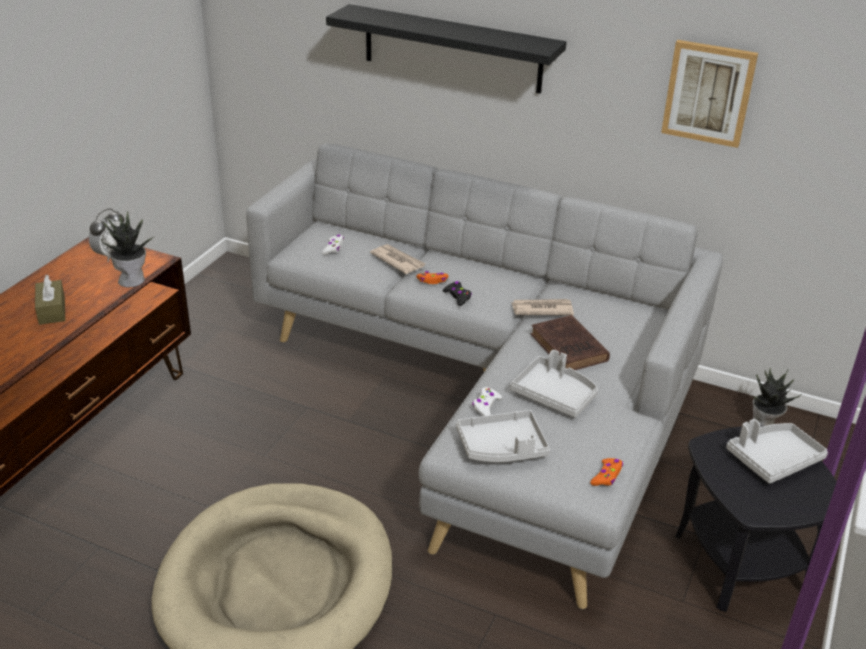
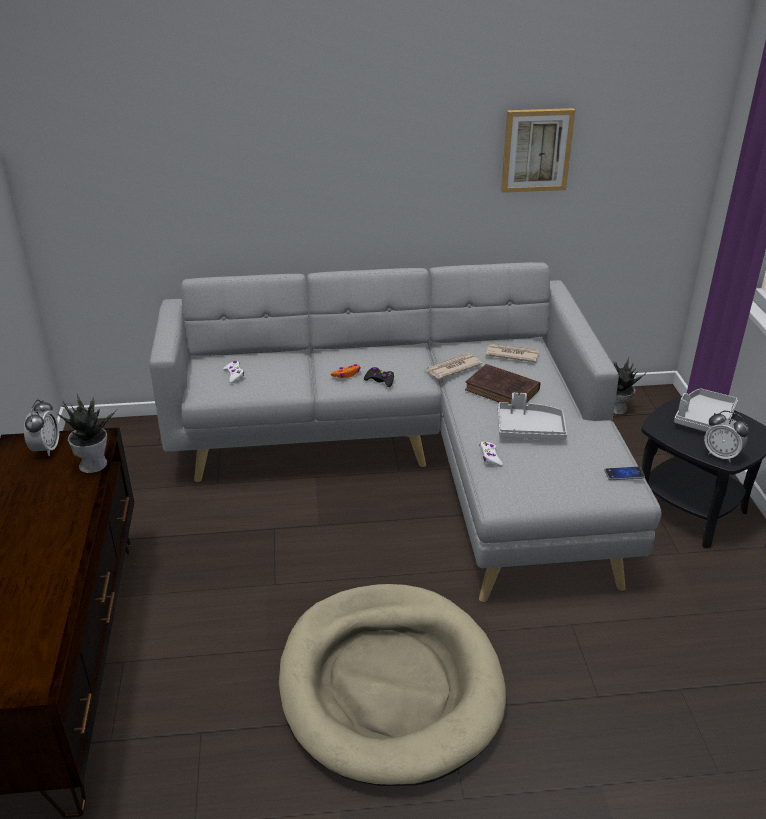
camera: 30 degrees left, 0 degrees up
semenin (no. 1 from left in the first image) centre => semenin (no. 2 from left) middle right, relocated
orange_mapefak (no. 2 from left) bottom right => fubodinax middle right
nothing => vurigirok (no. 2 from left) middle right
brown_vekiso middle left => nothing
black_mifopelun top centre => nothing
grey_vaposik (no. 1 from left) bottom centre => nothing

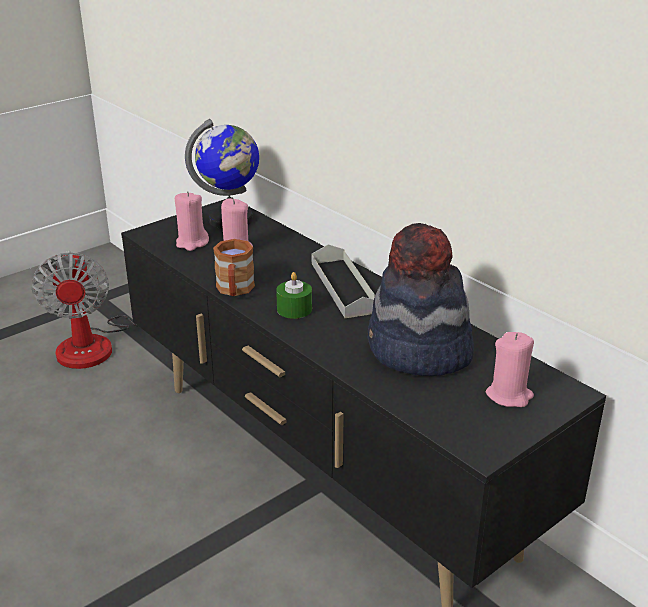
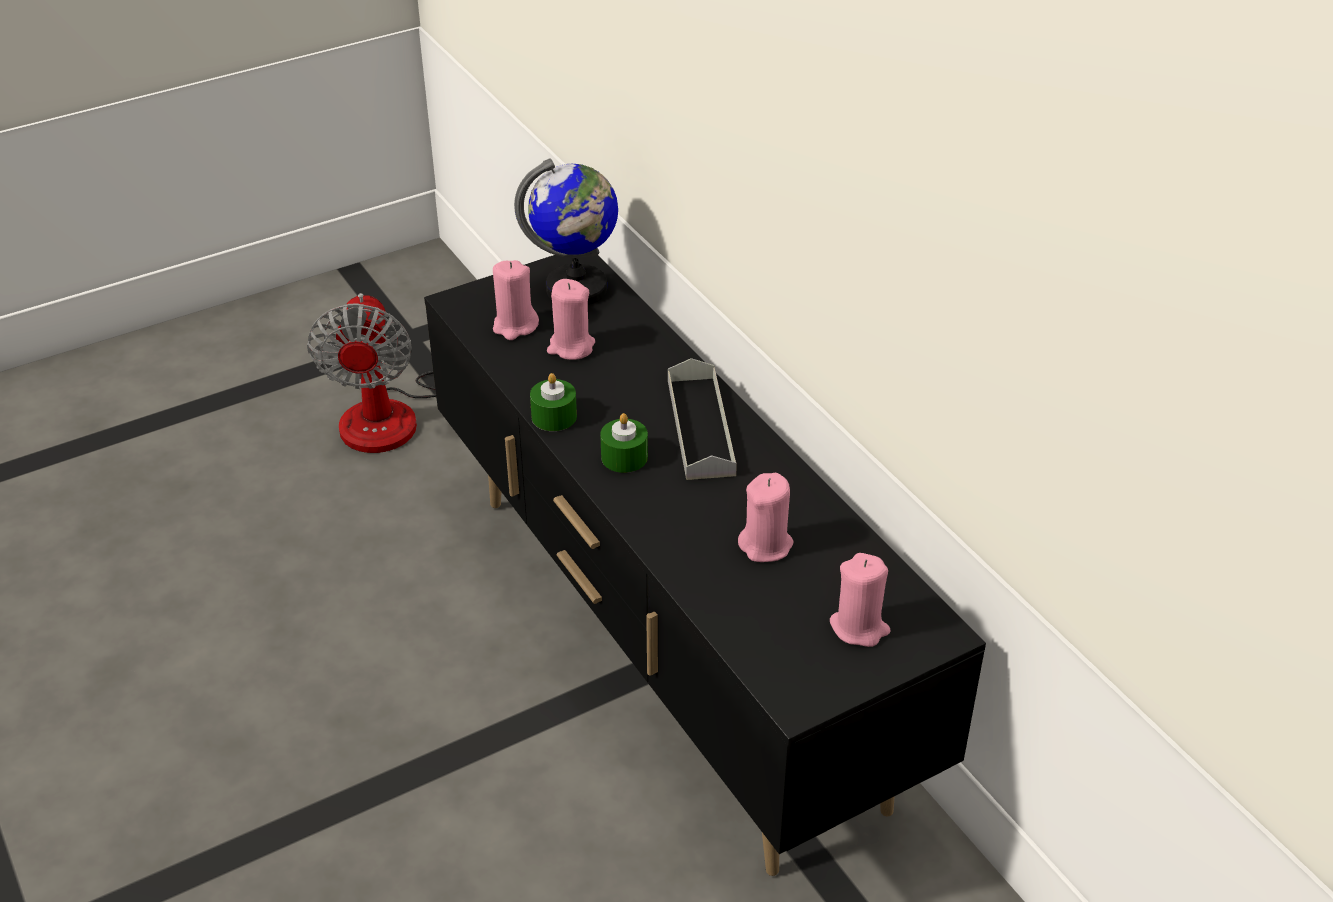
camera: 10 degrees right, 10 degrees up
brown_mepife centre => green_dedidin (no. 1 from left) centre
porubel centre => pink_dedidin (no. 3 from left) centre

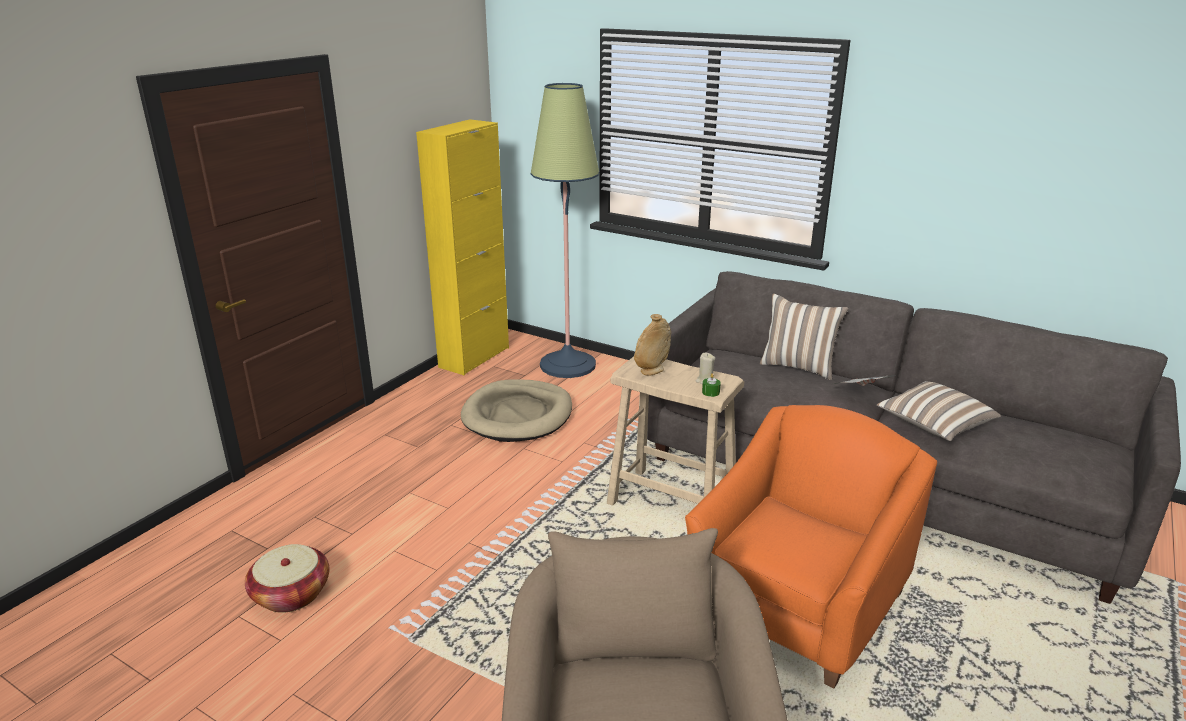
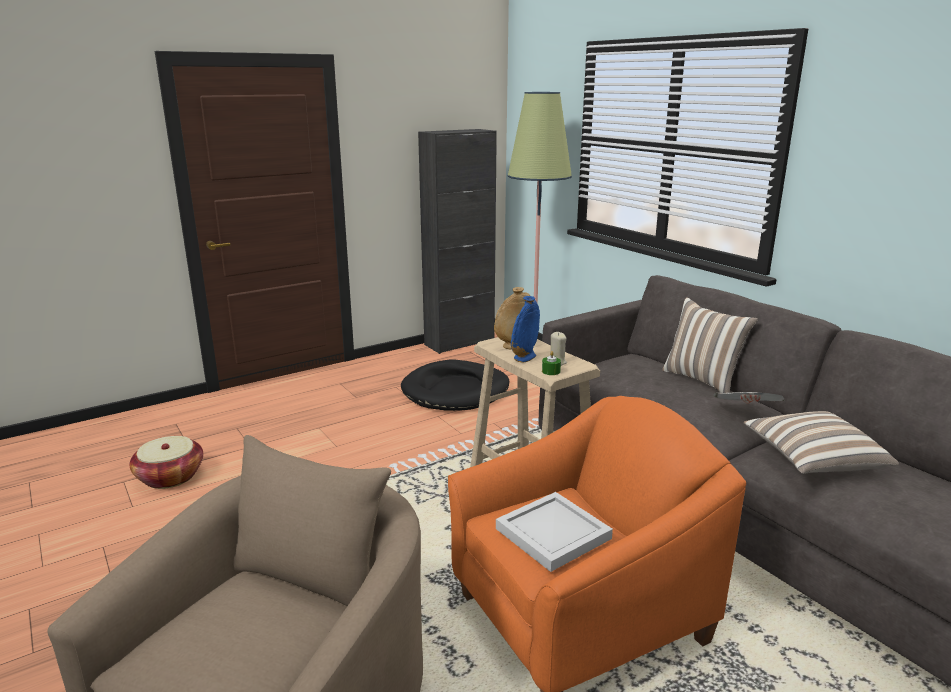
camera: 25 degrees right, 5 degrees down
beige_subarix centre => black_subarix centre
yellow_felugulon centre => black_felugulon centre
nothing => white_vaposik bottom centre
nothing => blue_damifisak centre

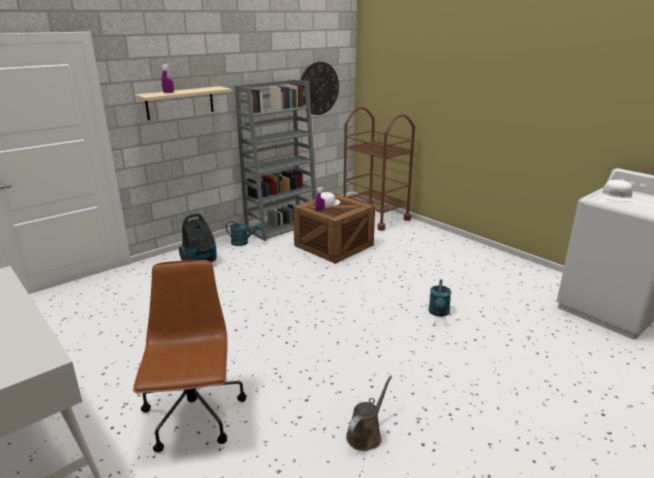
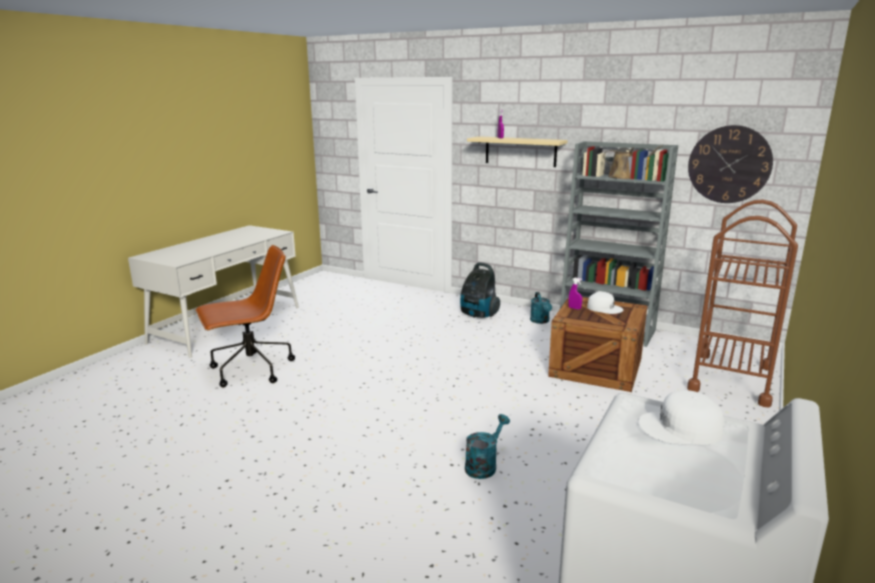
camera: 70 degrees right, 5 degrees down
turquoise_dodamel (no. 2 from left in the first image) middle right => turquoise_dodamel (no. 1 from left) bottom centre, 135 degrees clockwise
brown_dodamel bottom centre => brown_dodamel top right, relocated

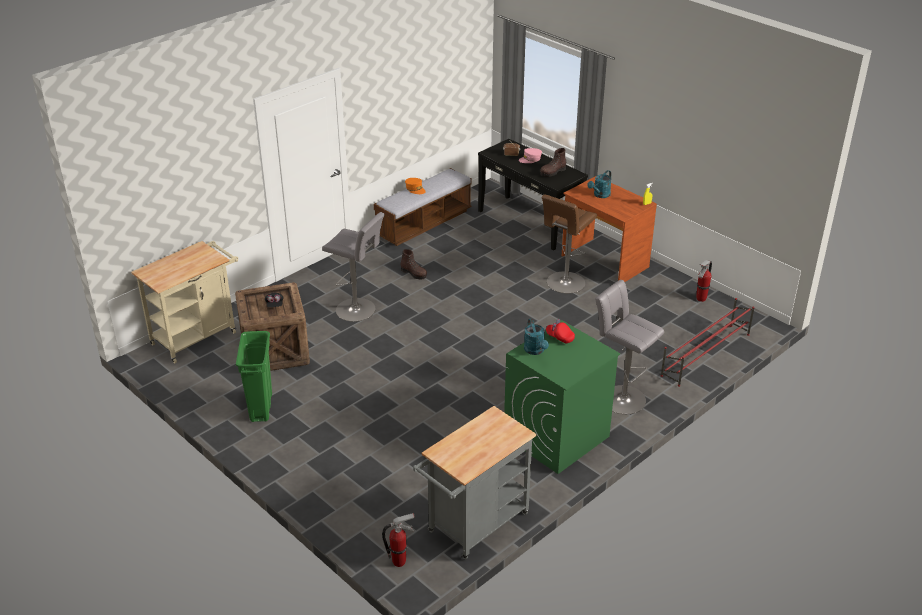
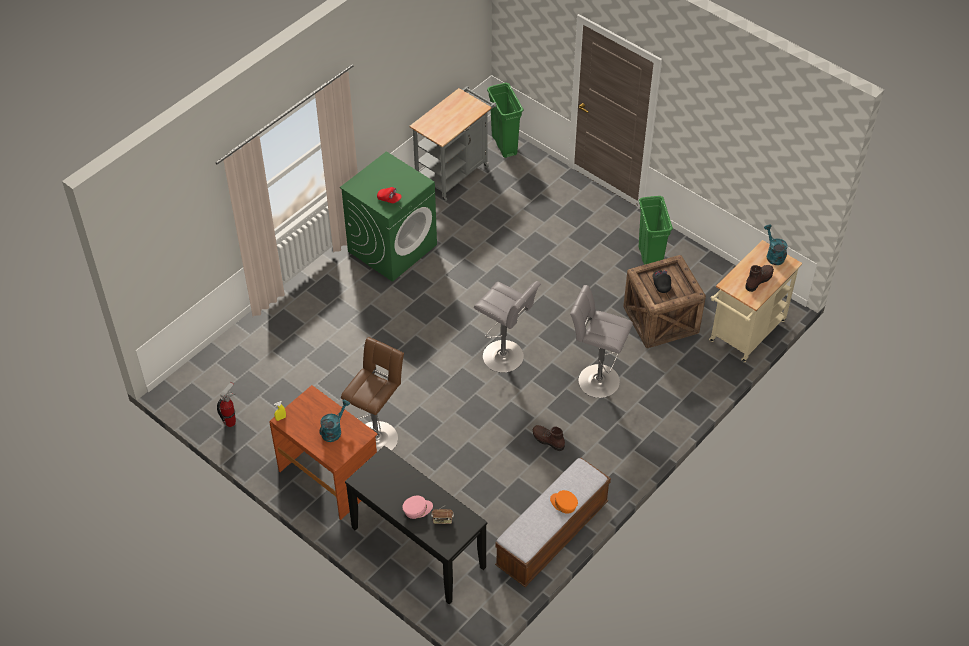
camera: 175 degrees right, 15 degrees up
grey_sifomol (no. 2 from left in the first image) middle right => grey_sifomol (no. 1 from left) centre, relocated
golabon (no. 1 from left) bottom centre => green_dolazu (no. 1 from left) top centre
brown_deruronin (no. 2 from left) top centre => brown_deruronin (no. 2 from left) middle right, relocated
turquoise_dodamel (no. 1 from left in the first image) centre => turquoise_dodamel (no. 2 from left) middle right, relocated
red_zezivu middle right => nothing

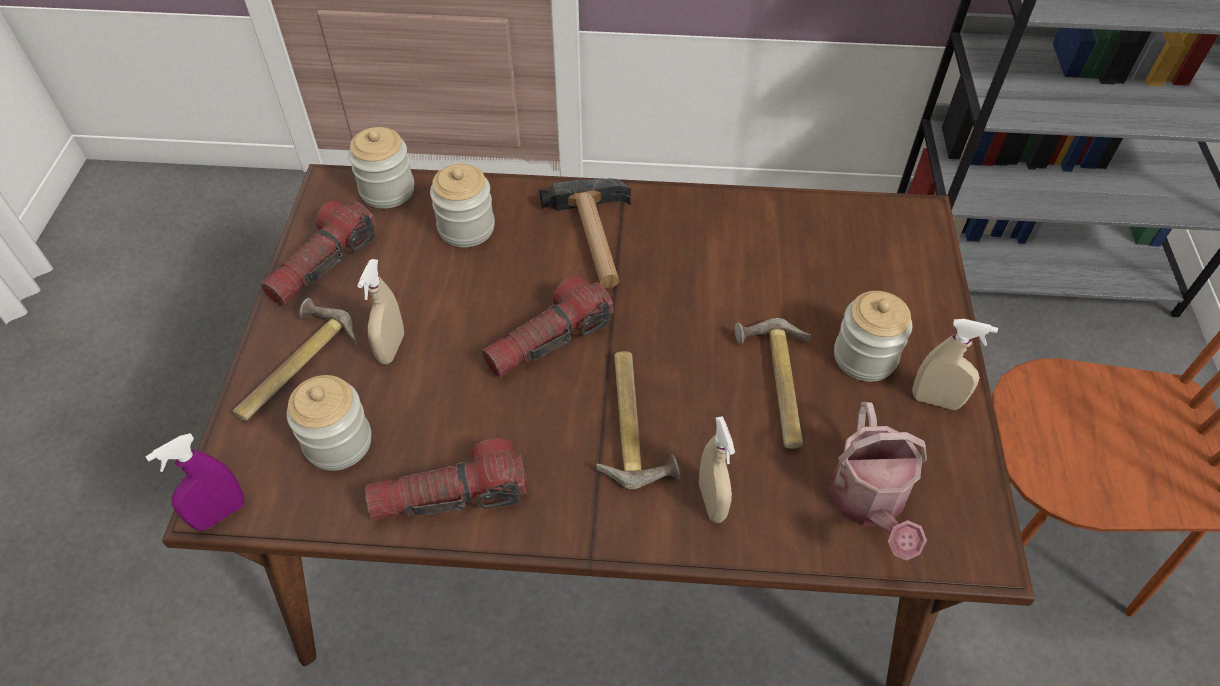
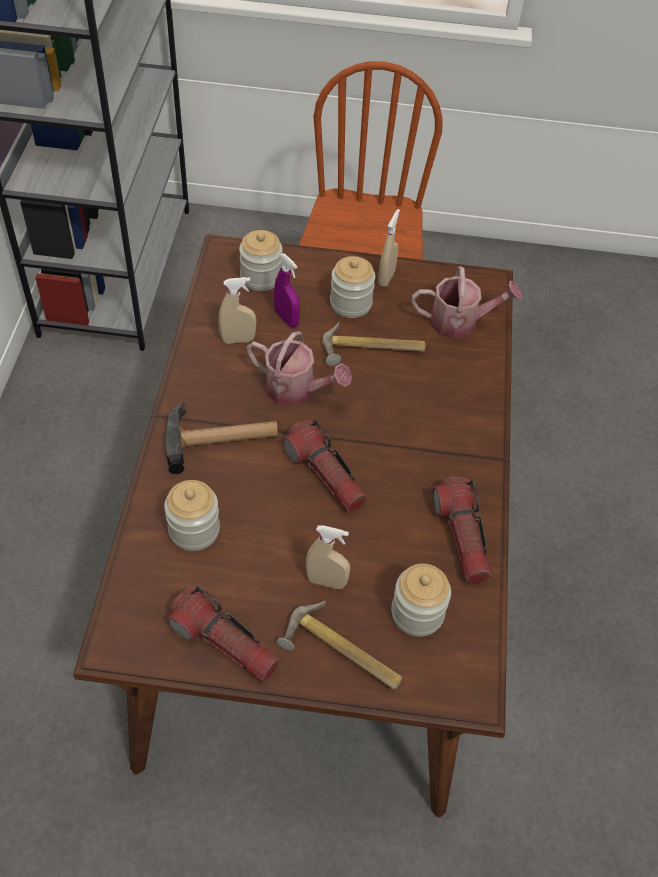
camera: 90 degrees left, 0 degrees up
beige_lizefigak (no. 2 from left in the first image) bottom centre => beige_lizefigak (no. 1 from left) centre, relocated
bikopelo (no. 2 from left) top left => bikopelo (no. 2 from left) top centre, relocated
nothing => dodamel (no. 1 from left) centre
purple_lizefigak bottom left => purple_lizefigak top centre, relocated
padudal (no. 3 from left) centre => nothing

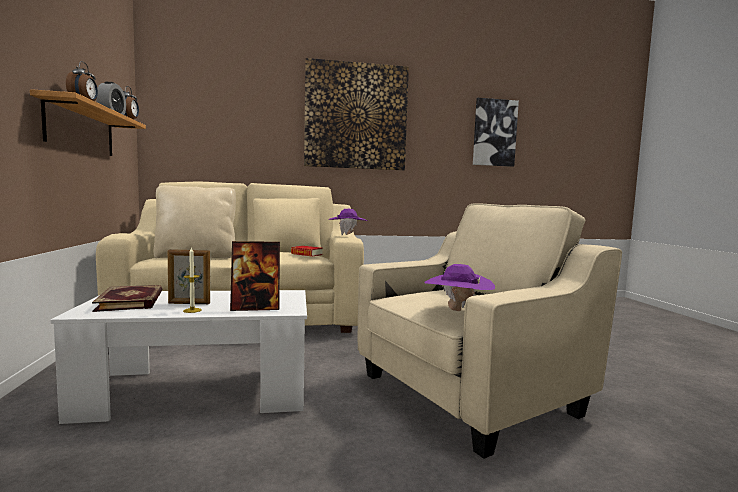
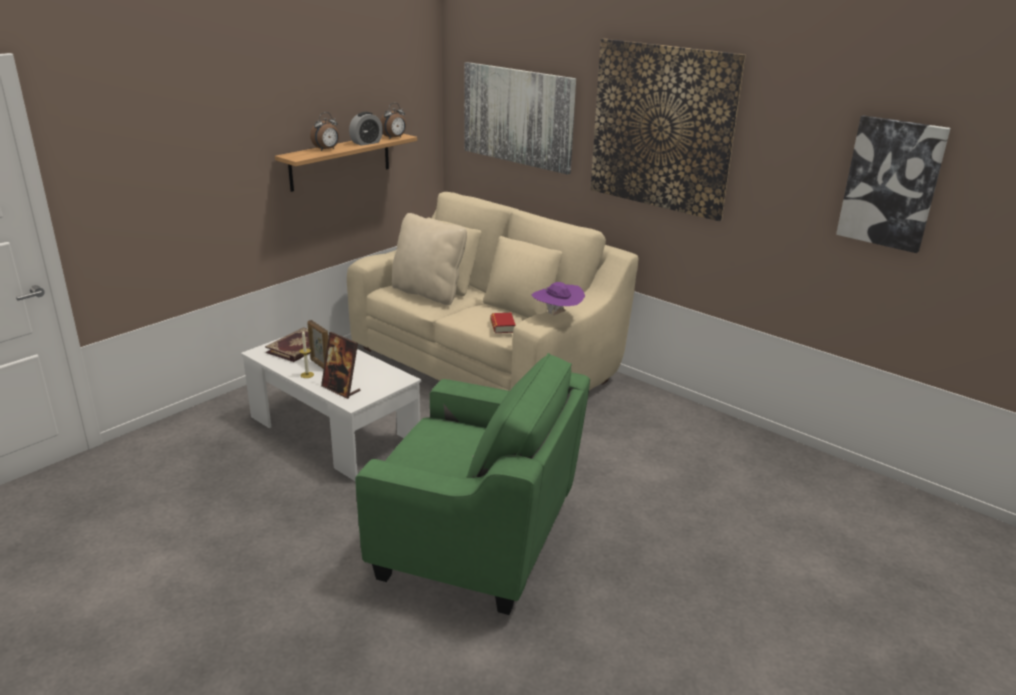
camera: 50 degrees right, 20 degrees up
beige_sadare bottom centre => green_sadare bottom centre
nothing => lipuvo (no. 1 from left) top centre
purple_porubel (no. 2 from left) centre => nothing

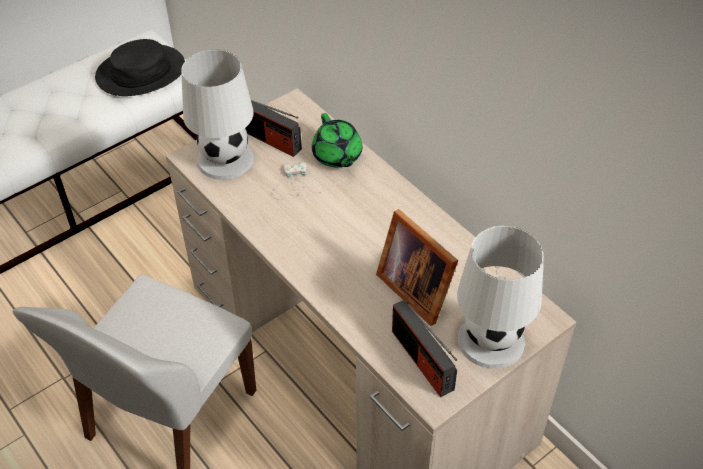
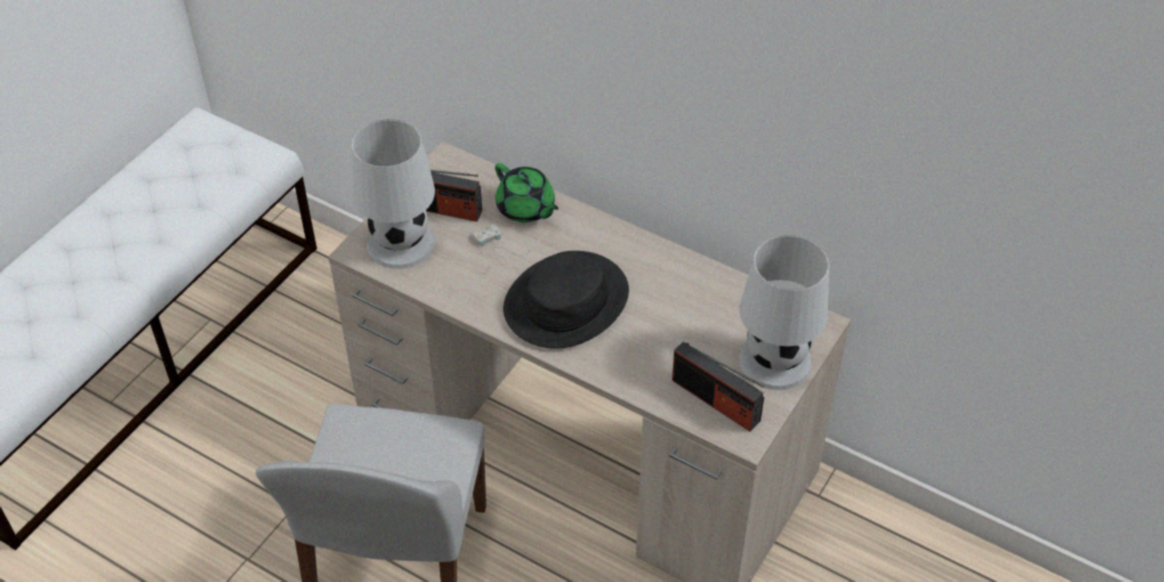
camera: 20 degrees left, 0 degrees up
black_porubel top left => black_porubel centre, relocated
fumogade centre => nothing

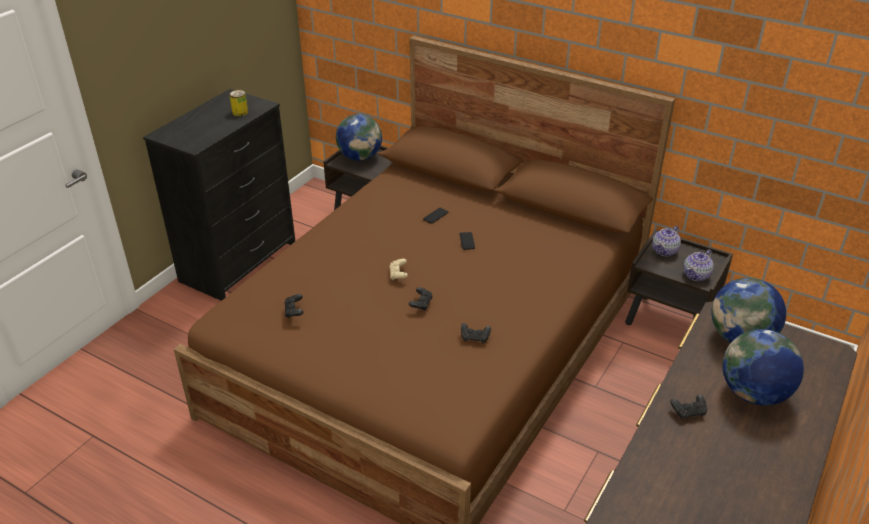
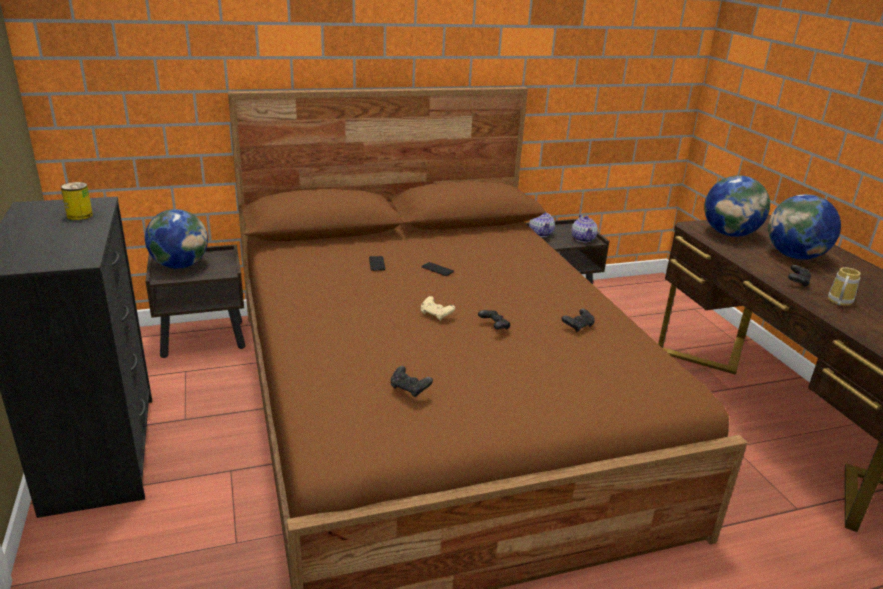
camera: 50 degrees left, 10 degrees down
nothing => mepife middle right

